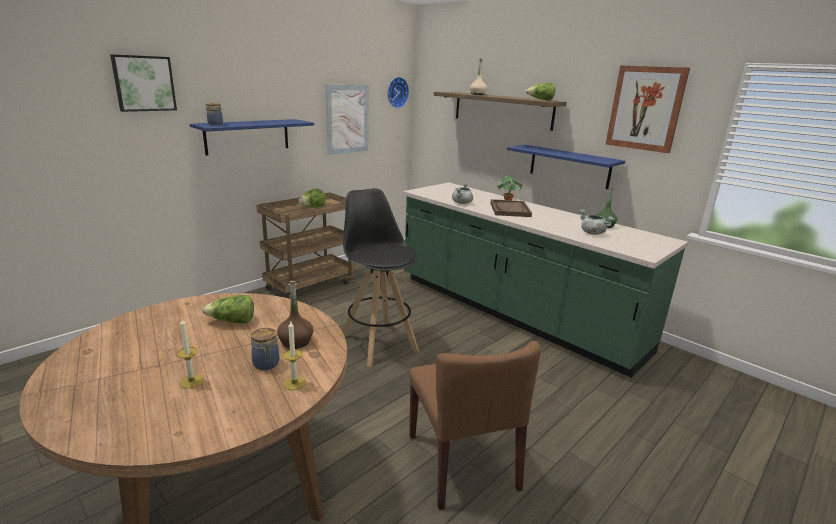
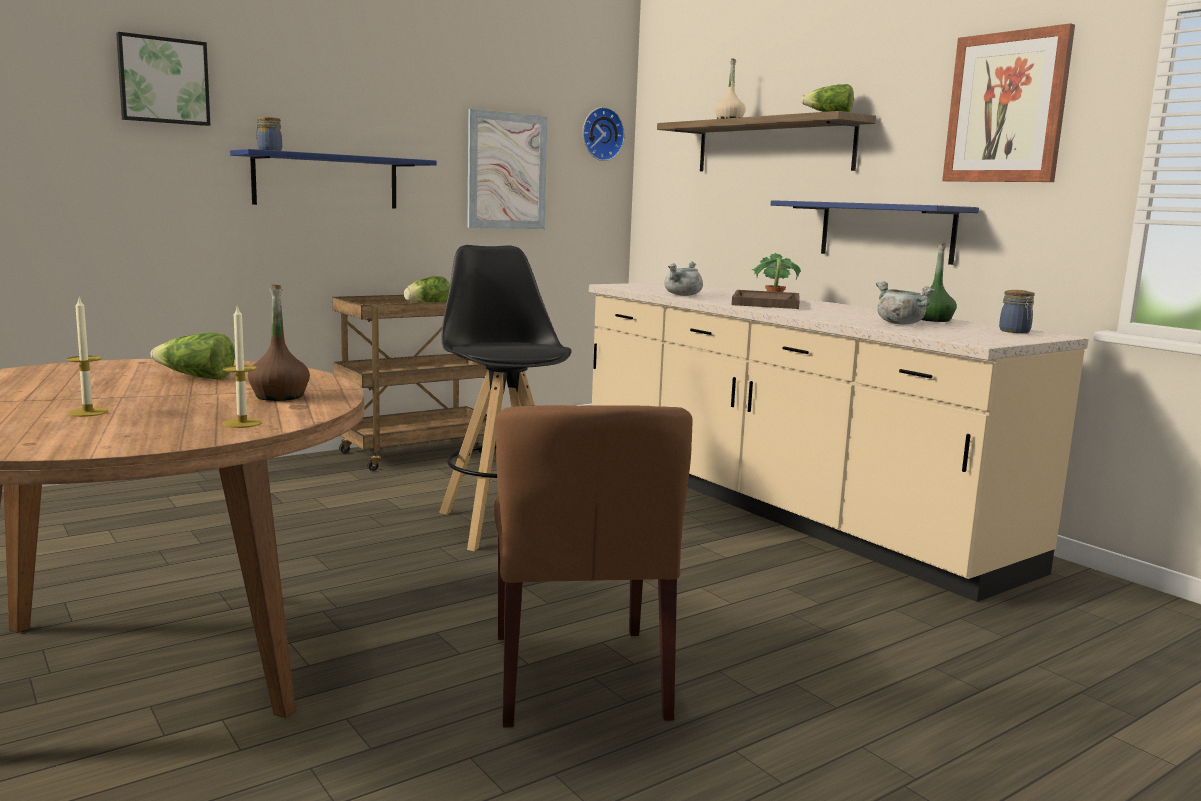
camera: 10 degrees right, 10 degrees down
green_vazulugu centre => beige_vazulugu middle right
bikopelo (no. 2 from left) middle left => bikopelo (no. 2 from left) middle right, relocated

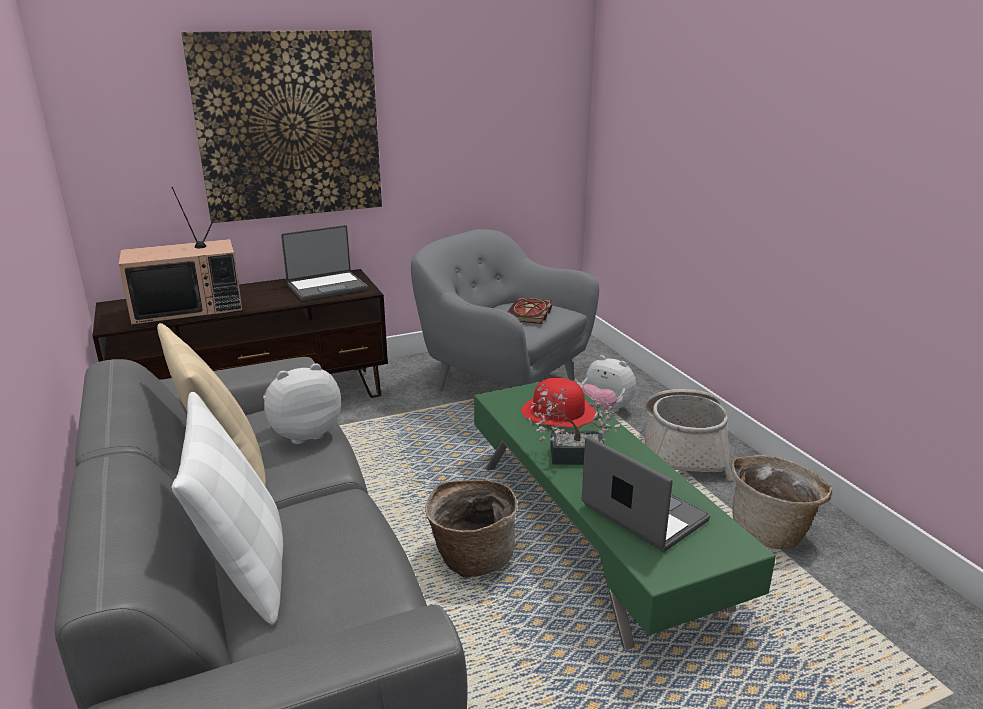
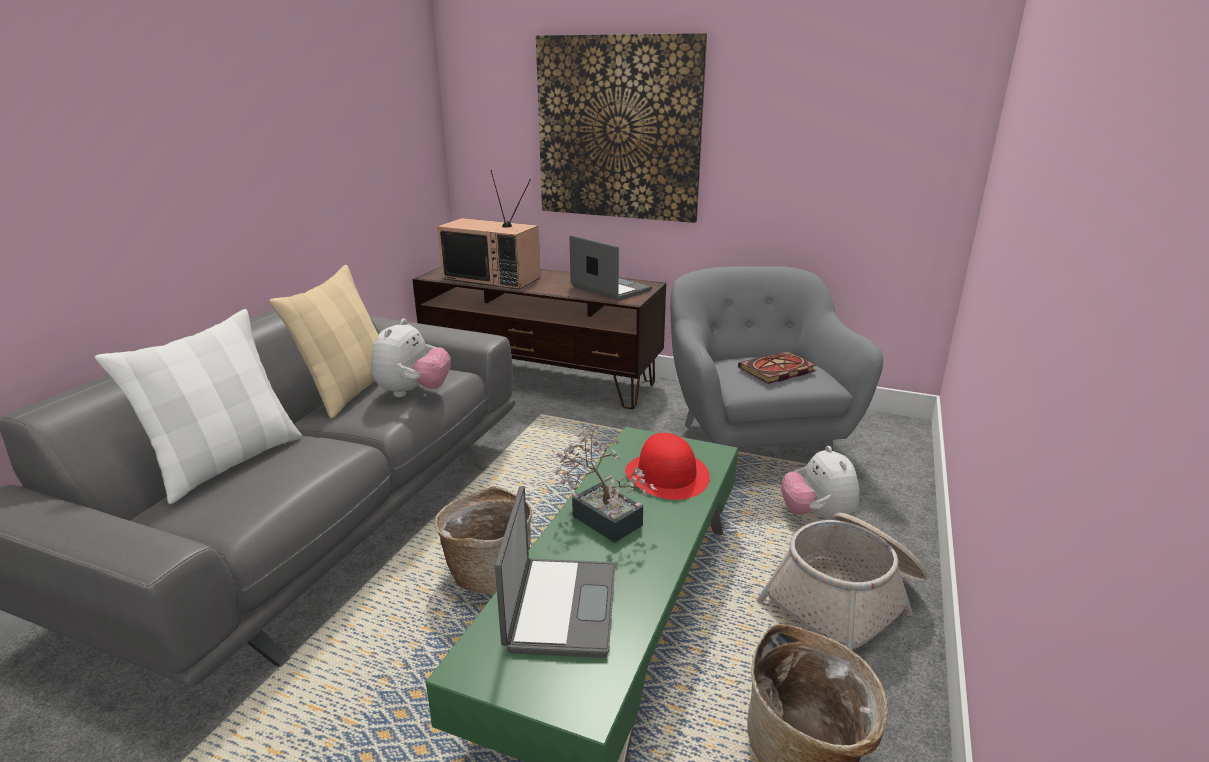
camera: 45 degrees right, 0 degrees up
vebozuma (no. 1 from left) middle left => vebozuma (no. 1 from left) centre, 90 degrees clockwise
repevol (no. 1 from left in the first image) middle left => repevol (no. 2 from left) centre, 150 degrees counterclockwise

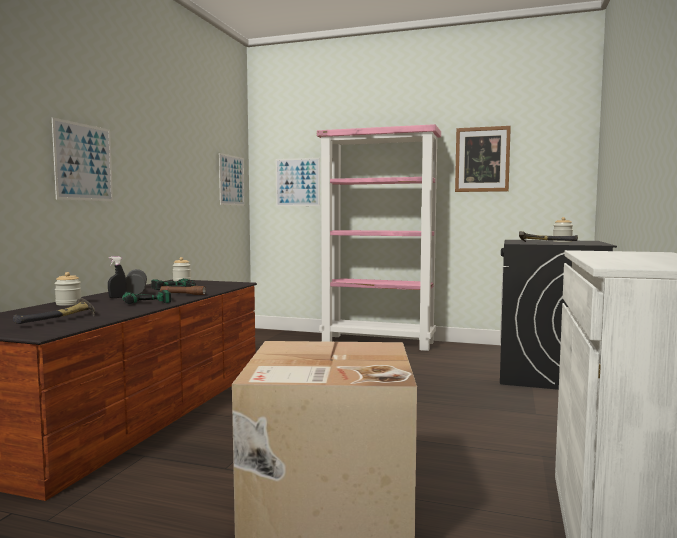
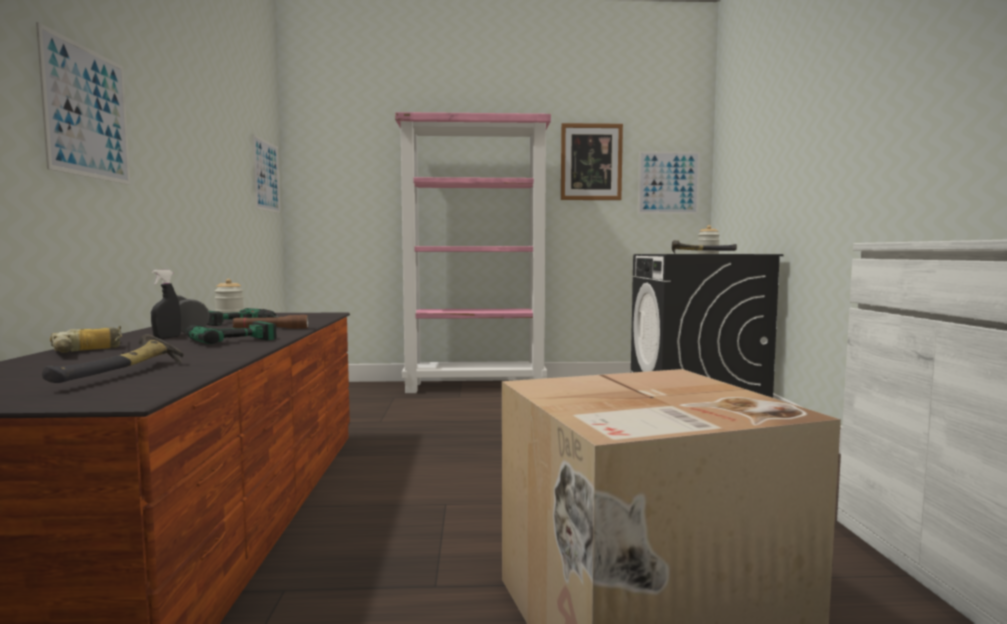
camera: 20 degrees left, 0 degrees up
bikopelo (no. 1 from left) middle left => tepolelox (no. 1 from left) middle left
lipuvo (no. 3 from left in the first image) centre => lipuvo (no. 4 from left) top centre, relocated

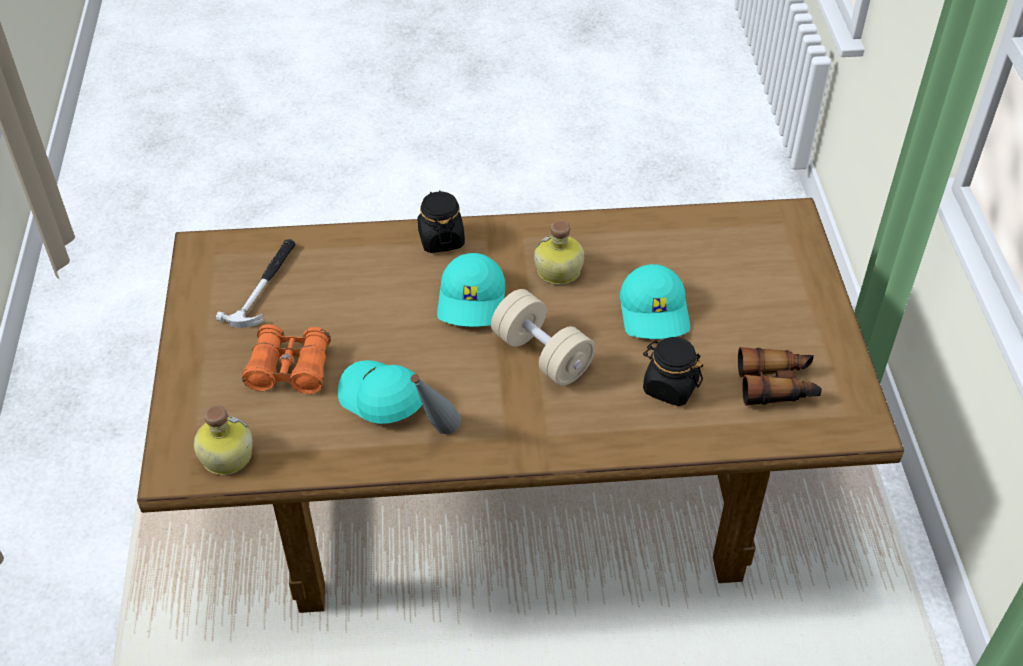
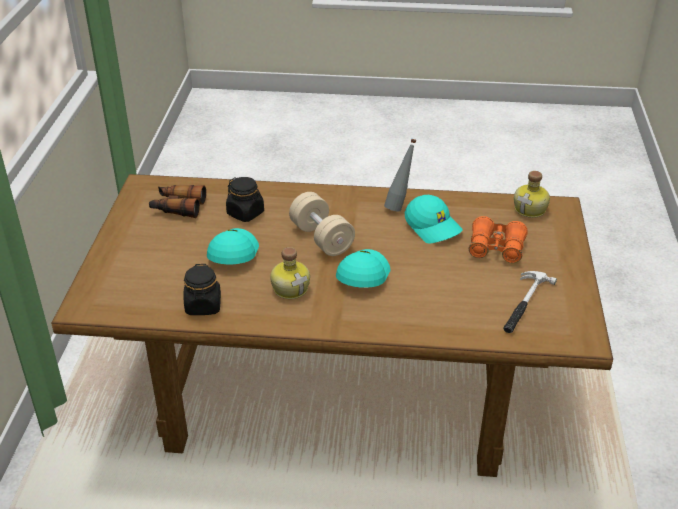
camera: 170 degrees left, 10 degrees down
black_bikopelo (no. 1 from left) top centre => black_bikopelo (no. 1 from left) middle left, relocated

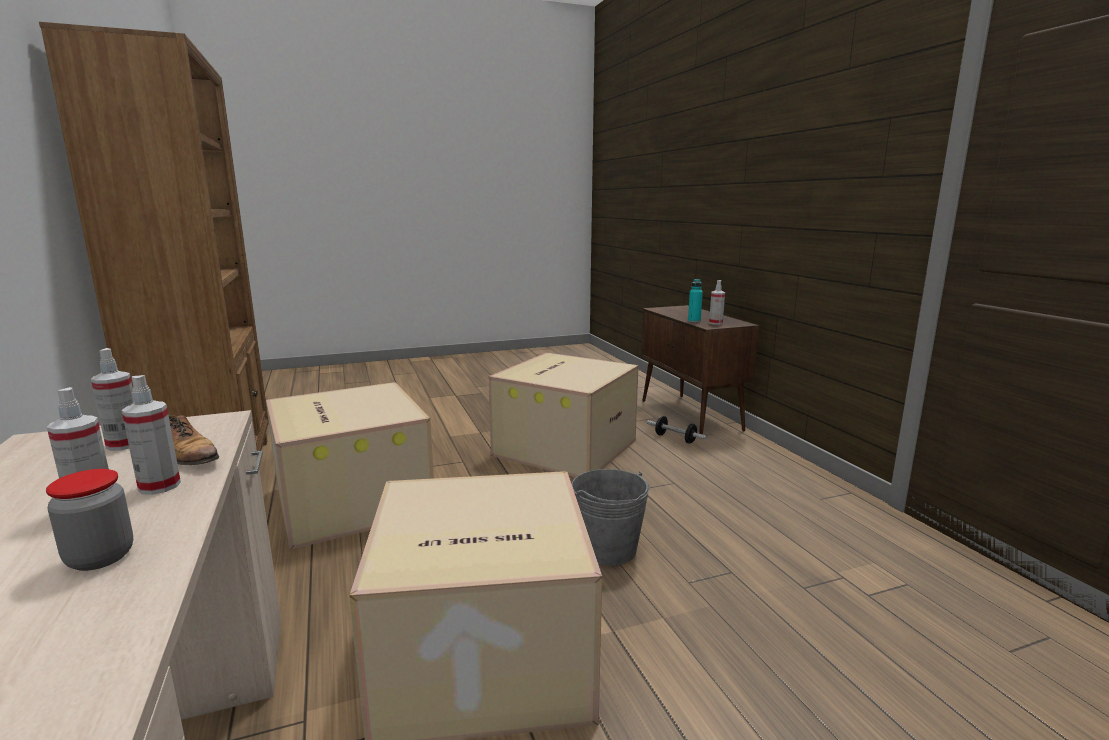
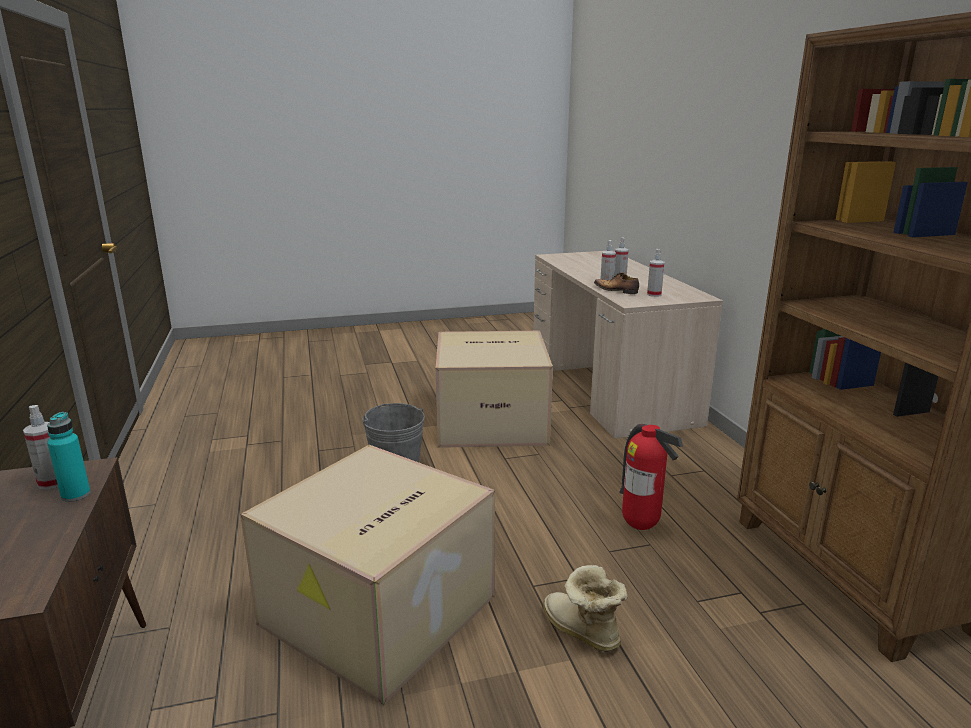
camera: 175 degrees left, 5 degrees up
nothing => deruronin bottom centre
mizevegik (no. 1 from left) middle left => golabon middle right
bikopelo bottom left => nothing
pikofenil centre => nothing

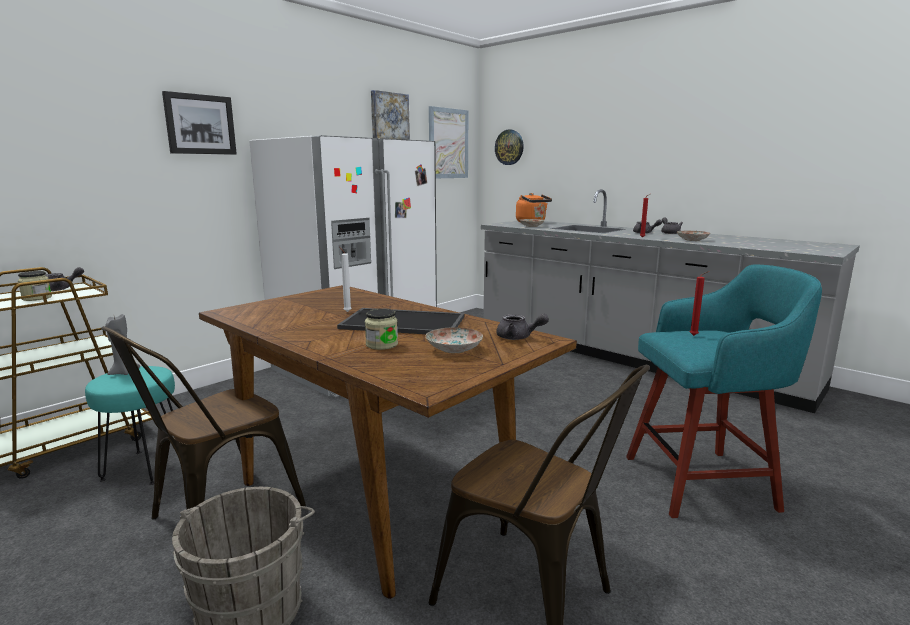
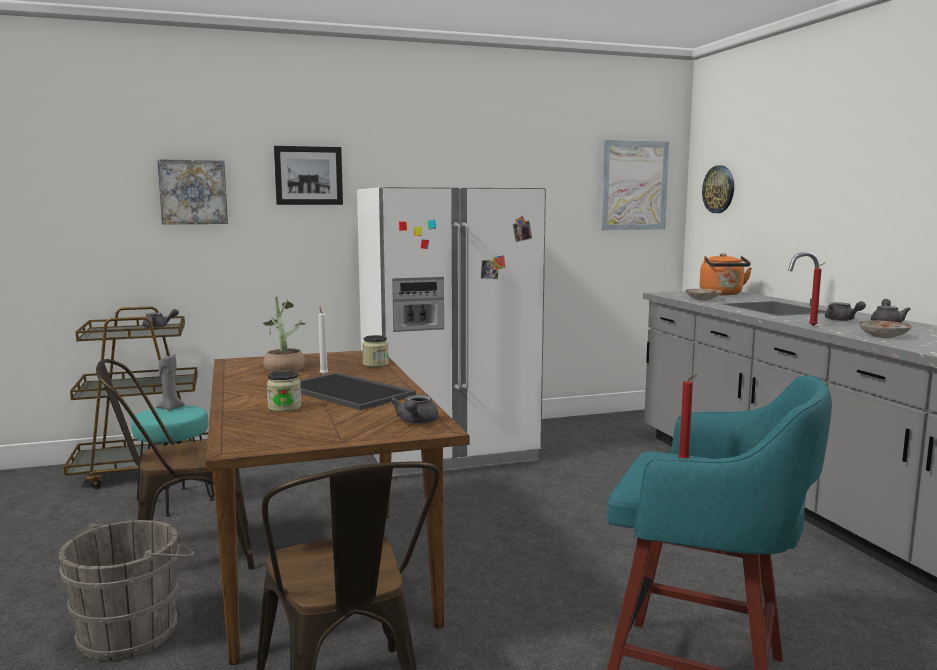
camera: 30 degrees right, 5 degrees down
lipuvo (no. 2 from left in the first image) top centre => lipuvo (no. 1 from left) top left, relocated
nothing => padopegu middle left
bikopelo (no. 1 from left in the first image) middle left => bikopelo (no. 2 from left) centre, relocated
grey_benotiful (no. 2 from left) centre, 45 degrees clockwise
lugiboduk (no. 1 from left) centre => nothing

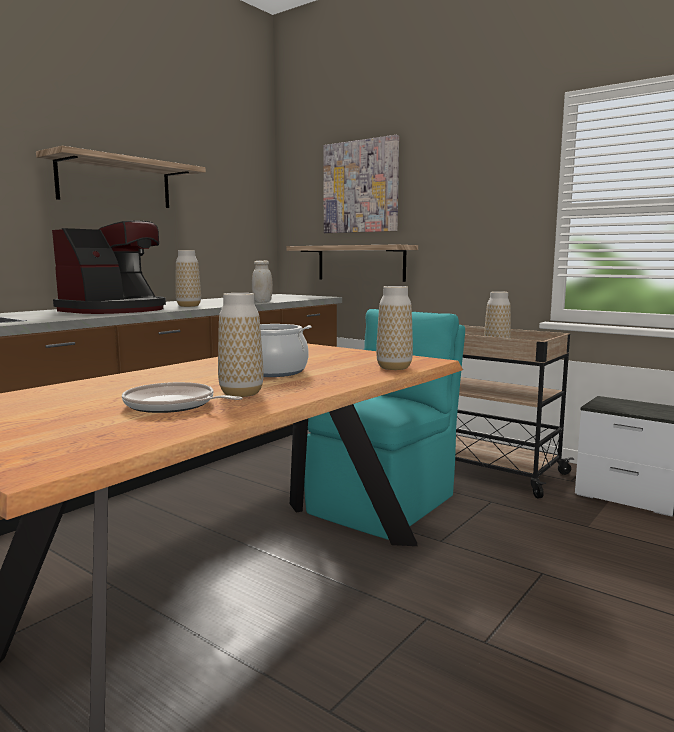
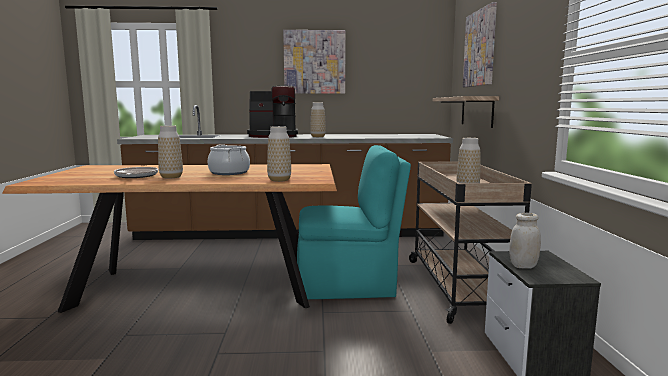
camera: 50 degrees right, 0 degrees up
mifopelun (no. 1 from left) top left => lipuvo (no. 1 from left) top centre
white_bikopelo centre => white_bikopelo middle right, relocated

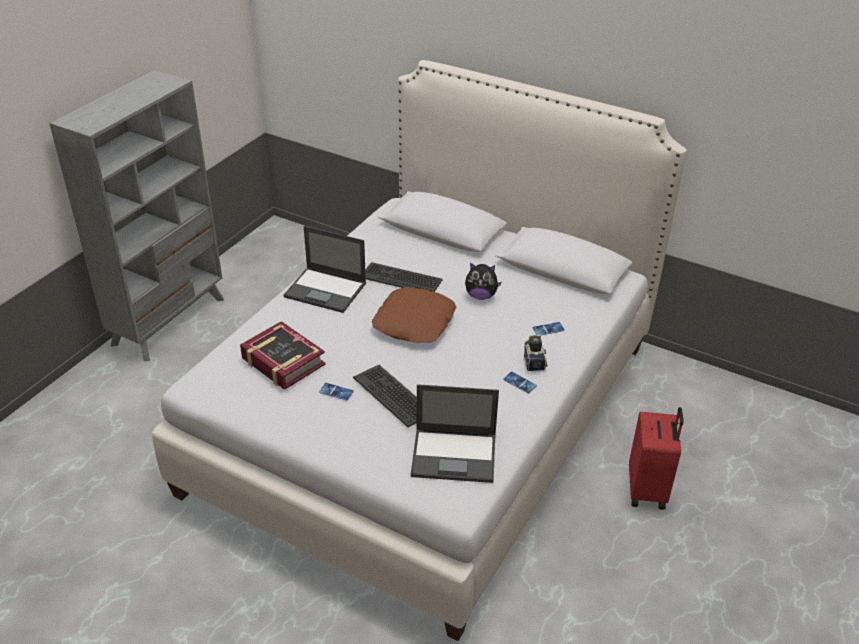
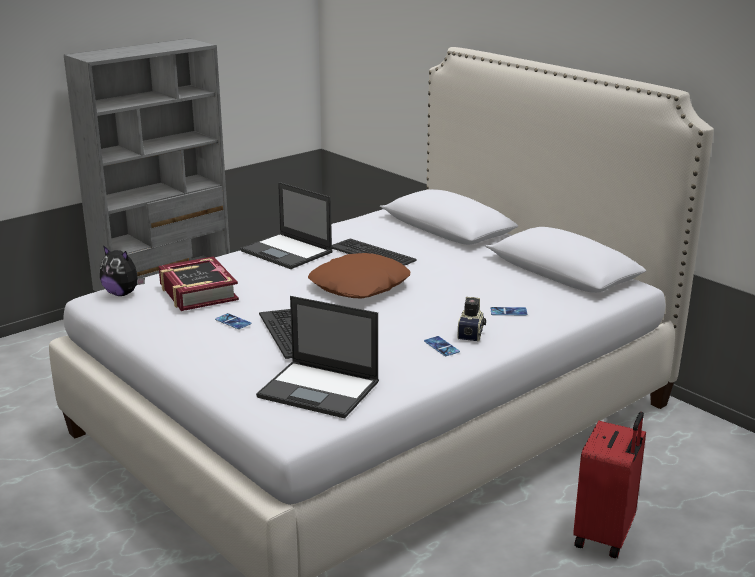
camera: 20 degrees right, 15 degrees down
vebozuma centre => vebozuma middle left, relocated

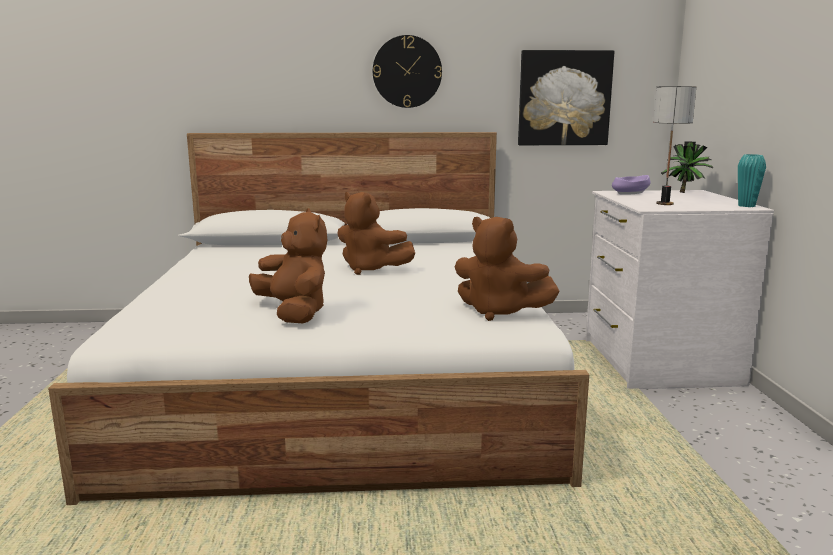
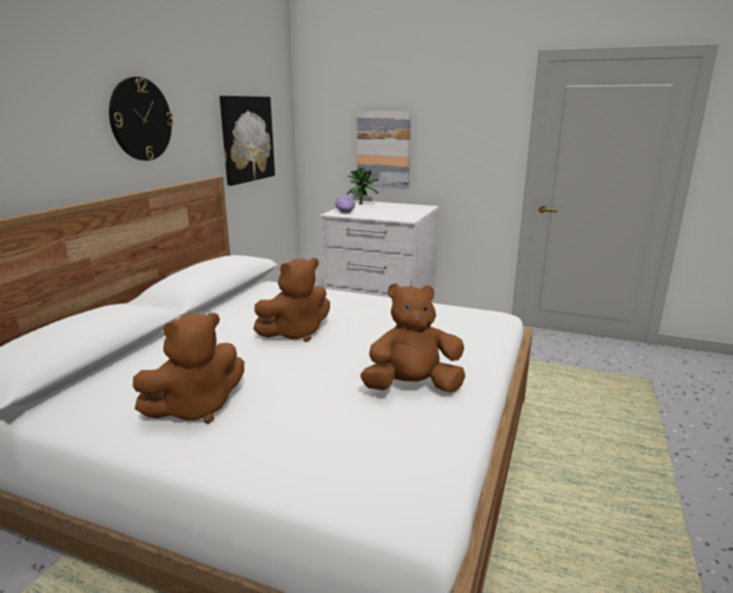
camera: 65 degrees left, 5 degrees up
brown_vebozuma (no. 3 from left in the first image) centre => brown_vebozuma (no. 1 from left) middle left, relocated
nothing => lipuvo (no. 2 from left) top centre
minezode top right => nothing
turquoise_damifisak top right => nothing

